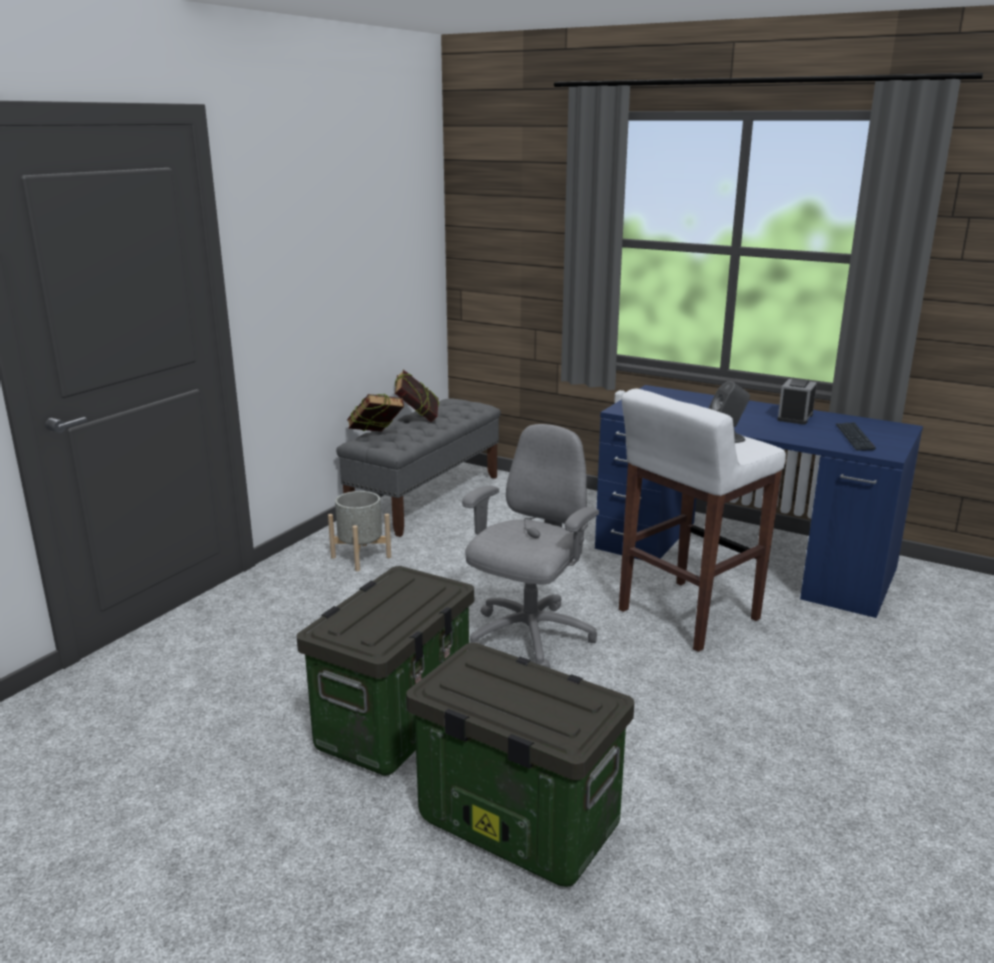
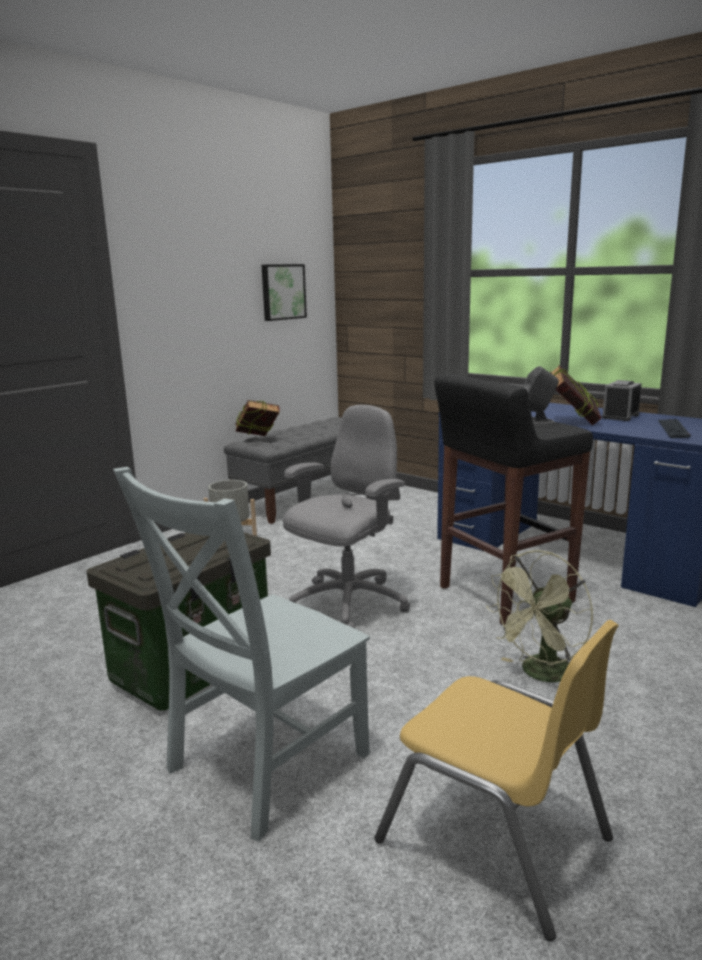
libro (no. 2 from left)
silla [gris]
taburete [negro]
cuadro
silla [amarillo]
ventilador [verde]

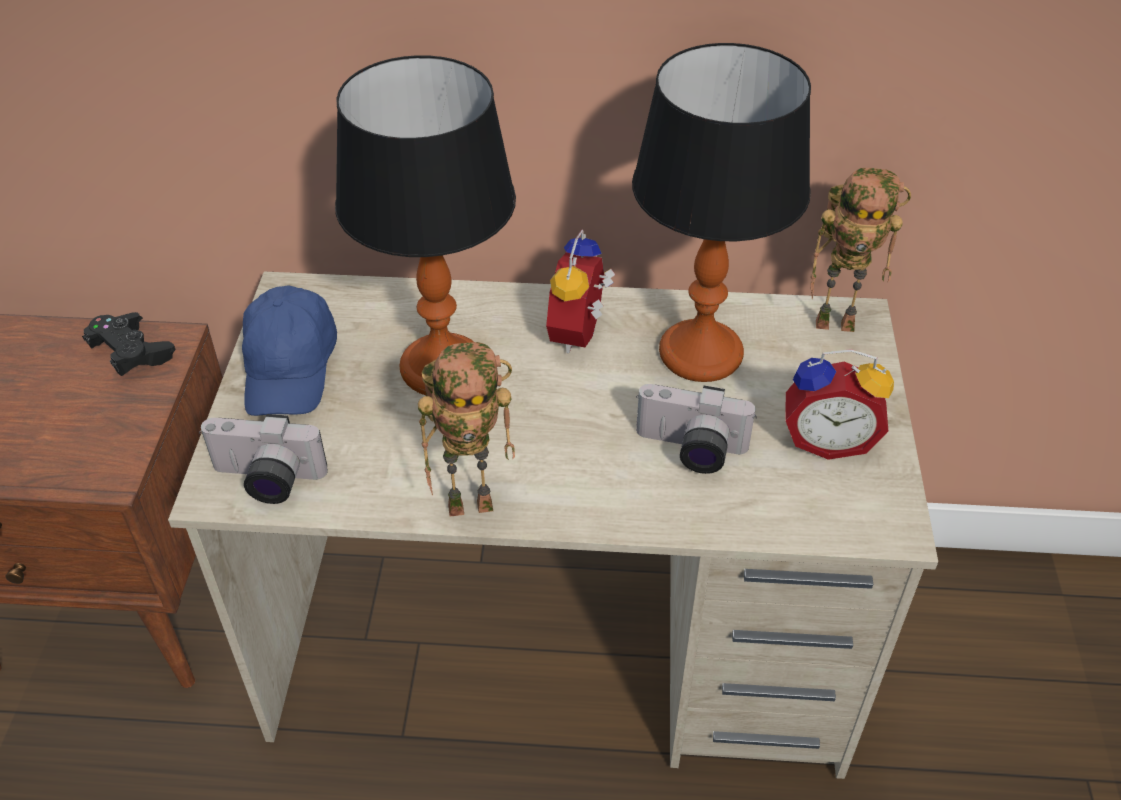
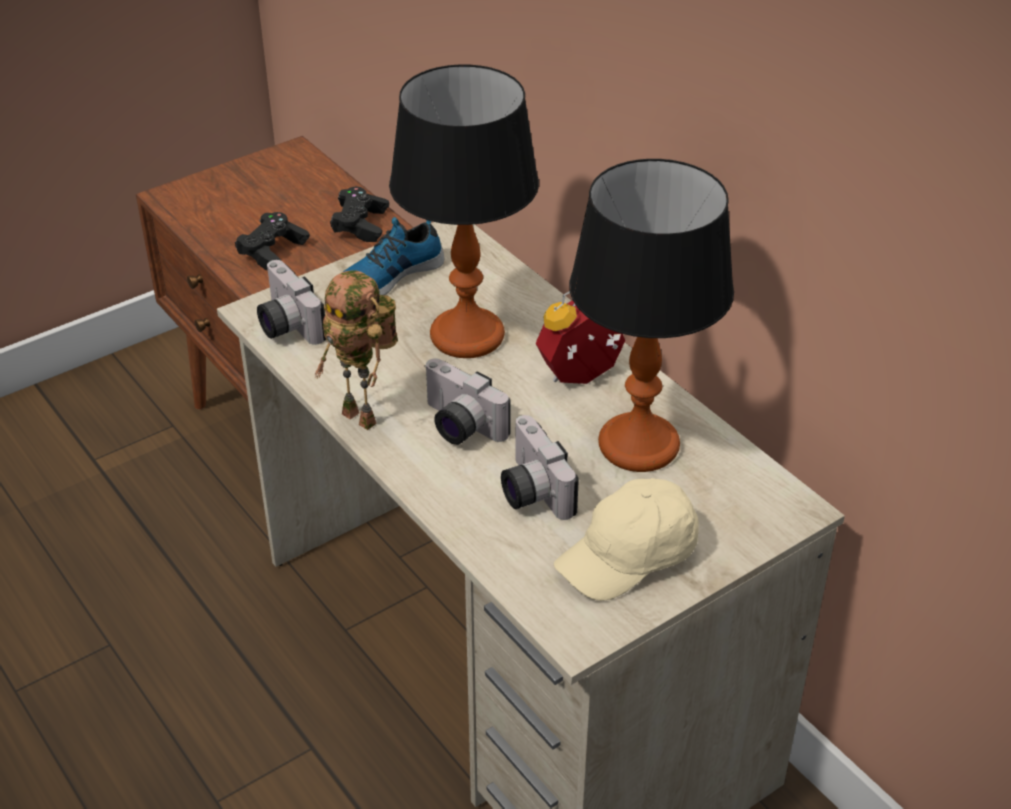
zapato
gorra [beis]
robot de juguete (no. 2 from left in the first image)
mando de consola [negro] (no. 1 from left)
cámara (no. 2 from left)

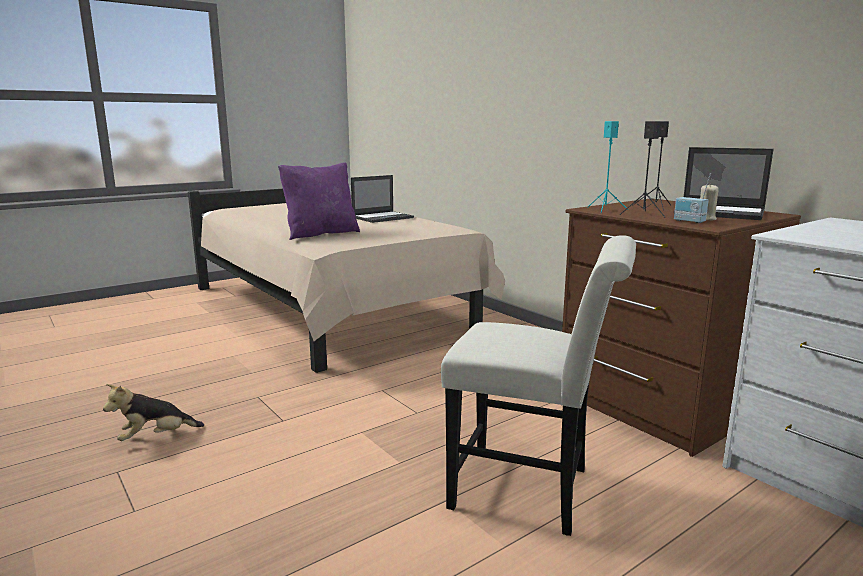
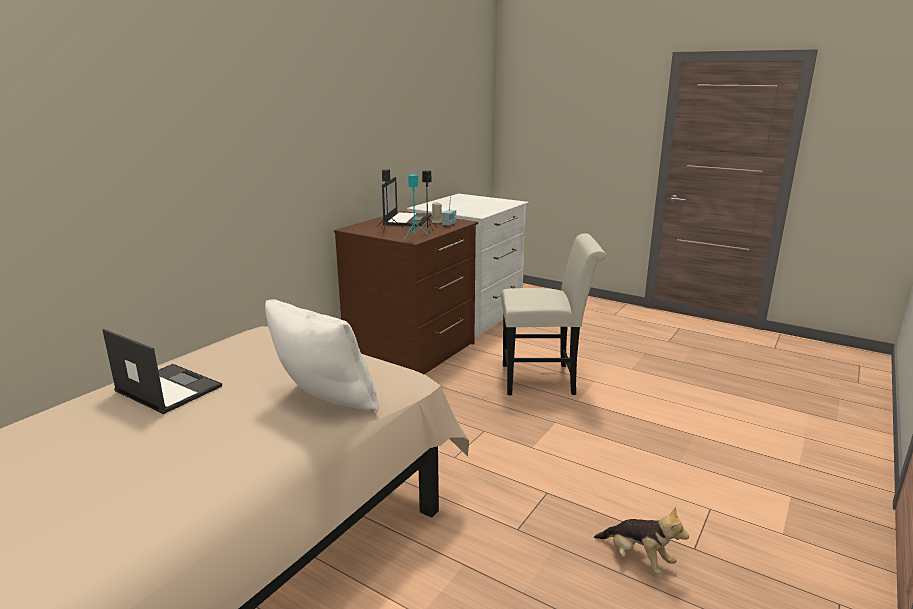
cojín [blanco]
silla [blanco]

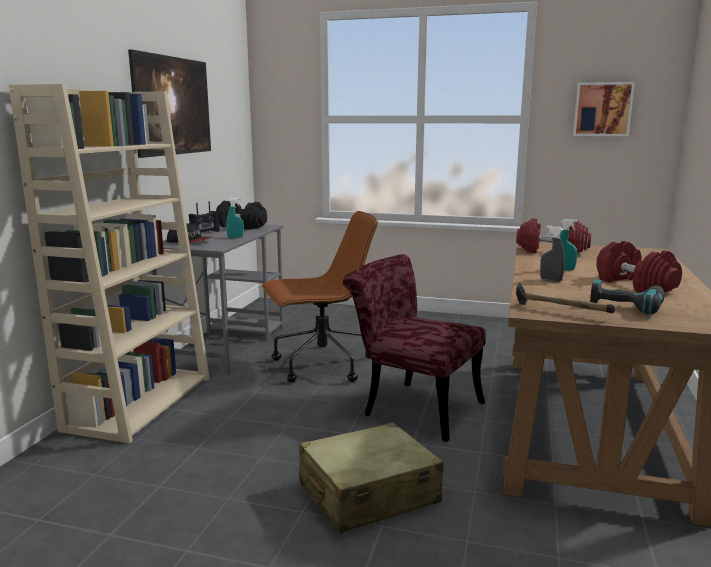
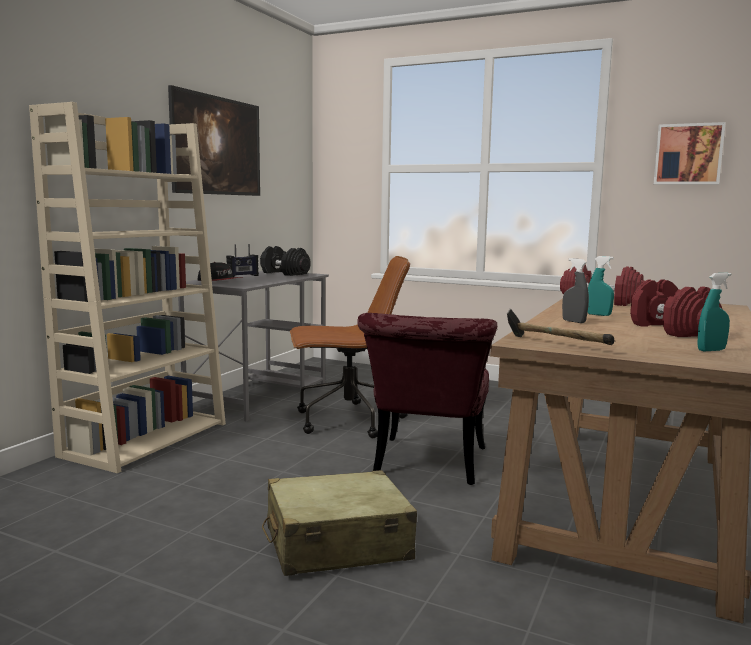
pulverizador [turquesa] (no. 2 from left)
silla [rojo]
taladro

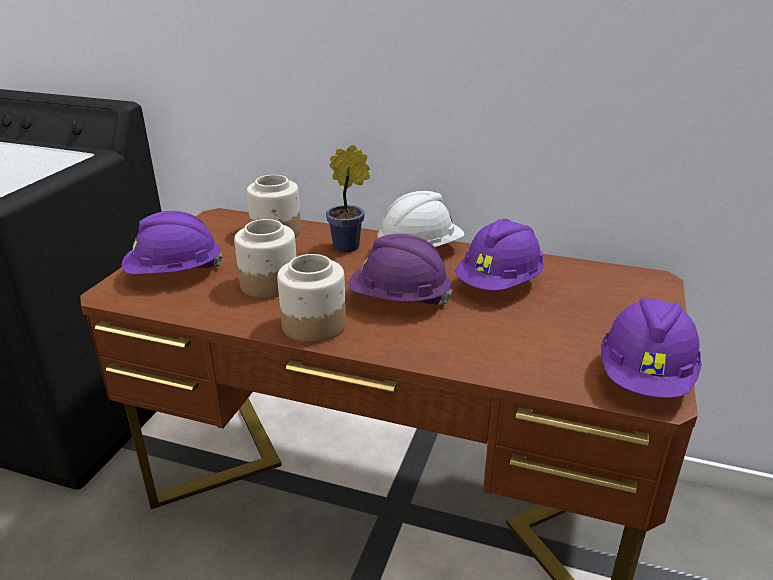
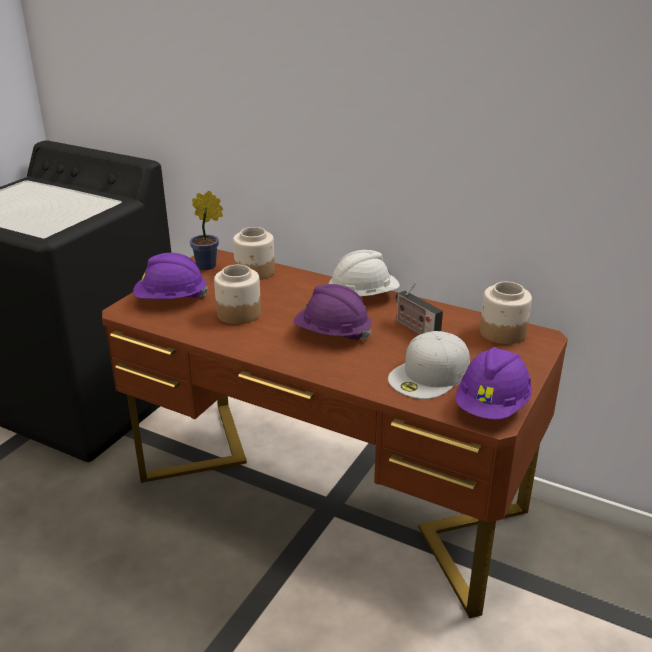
tarro (no. 3 from left)
planta en maceta
radio
gorra [blanco]

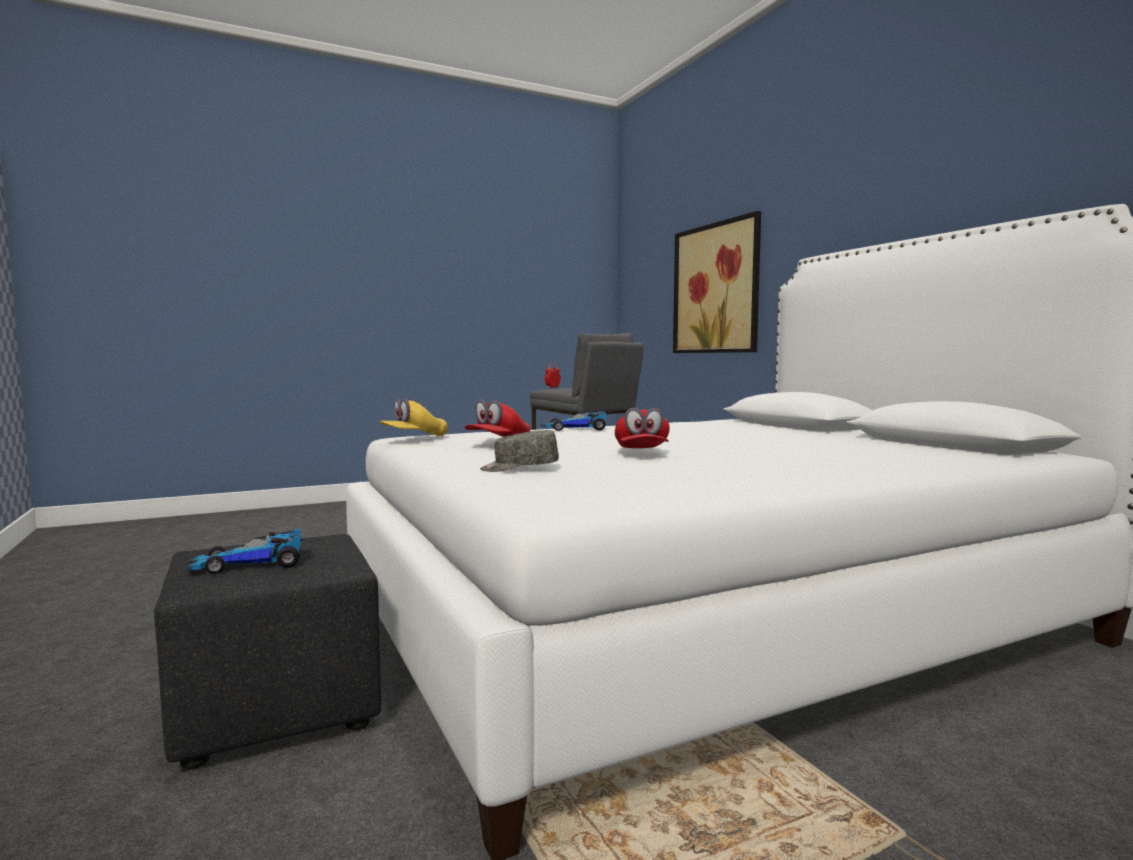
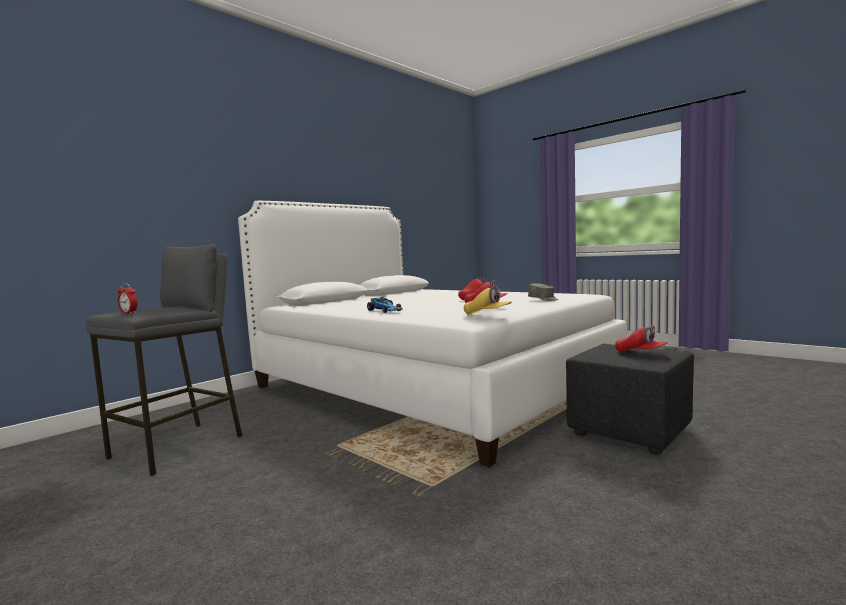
gorra [rojo] (no. 3 from left)
cuadro

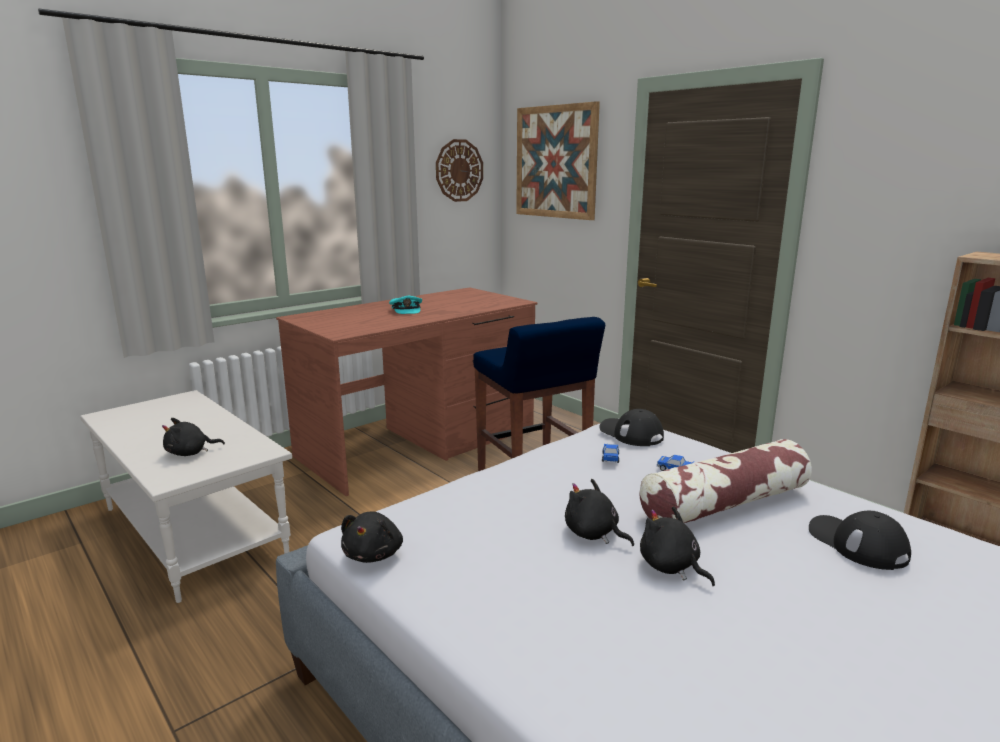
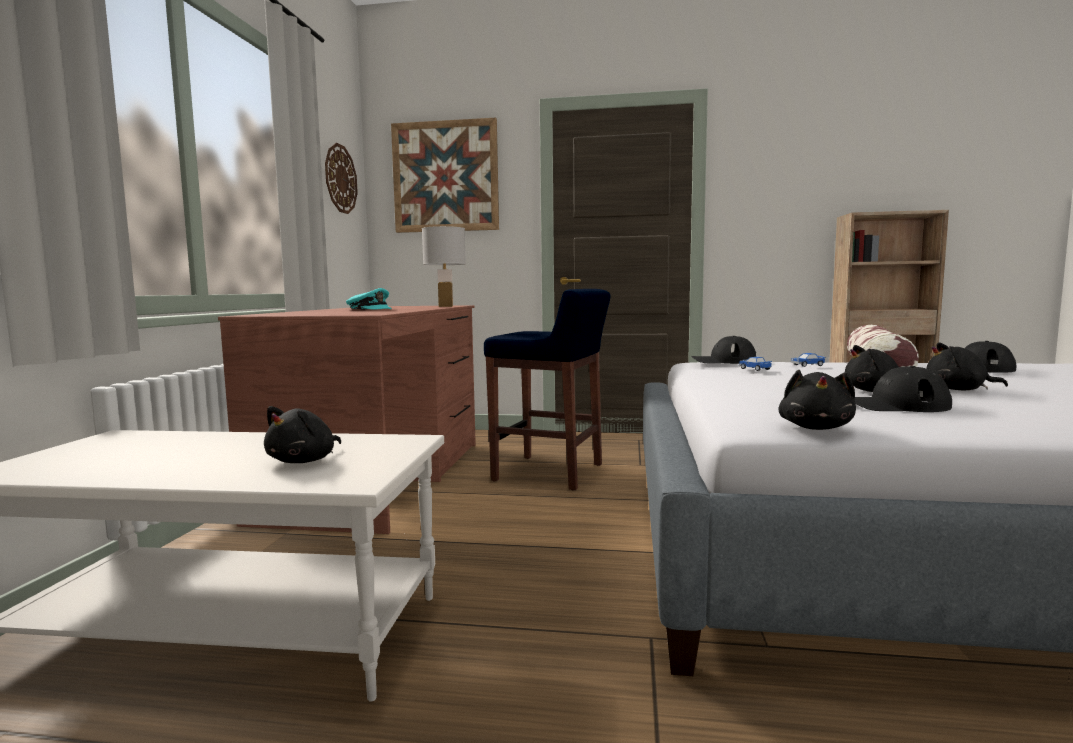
peluche [negro] (no. 2 from left)
lámpara de mesa [blanco]
gorra [negro] (no. 2 from left)

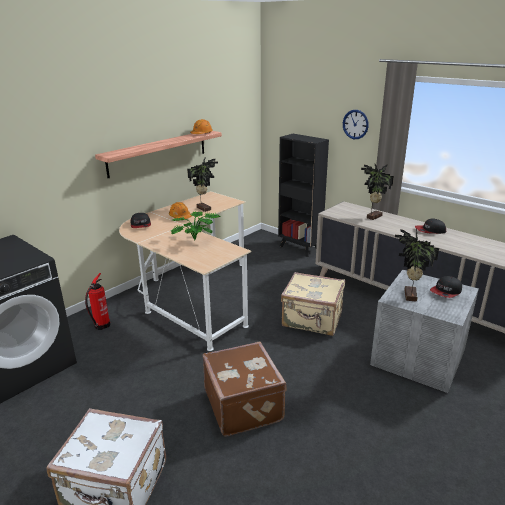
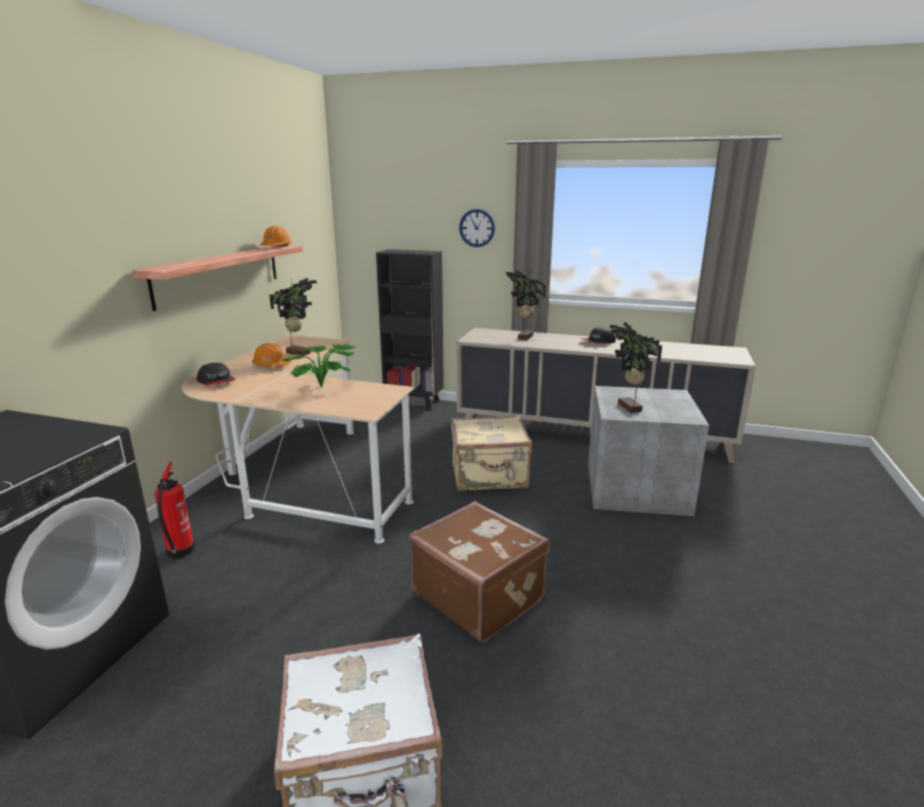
gorra (no. 3 from left in the first image)

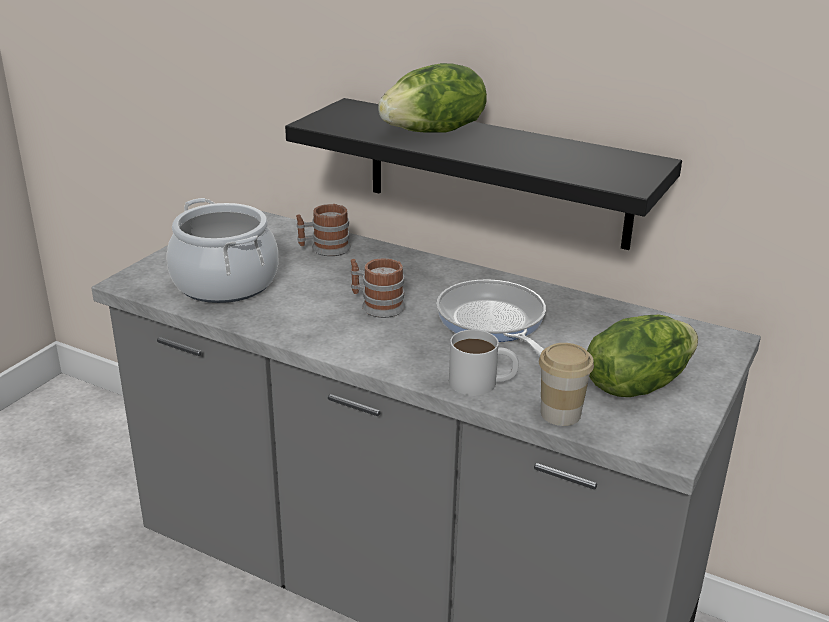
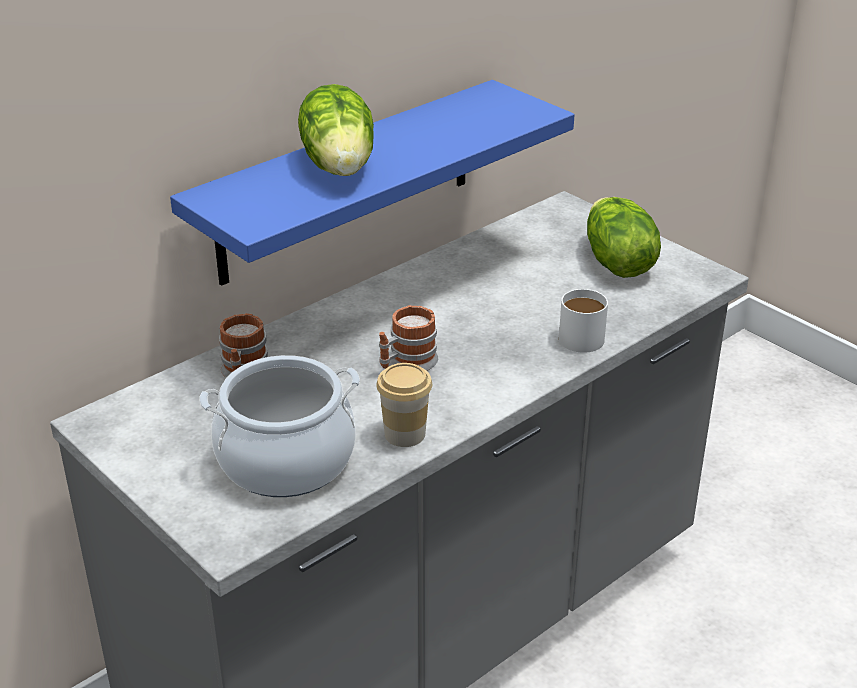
estante [azul]
sartén
taza

